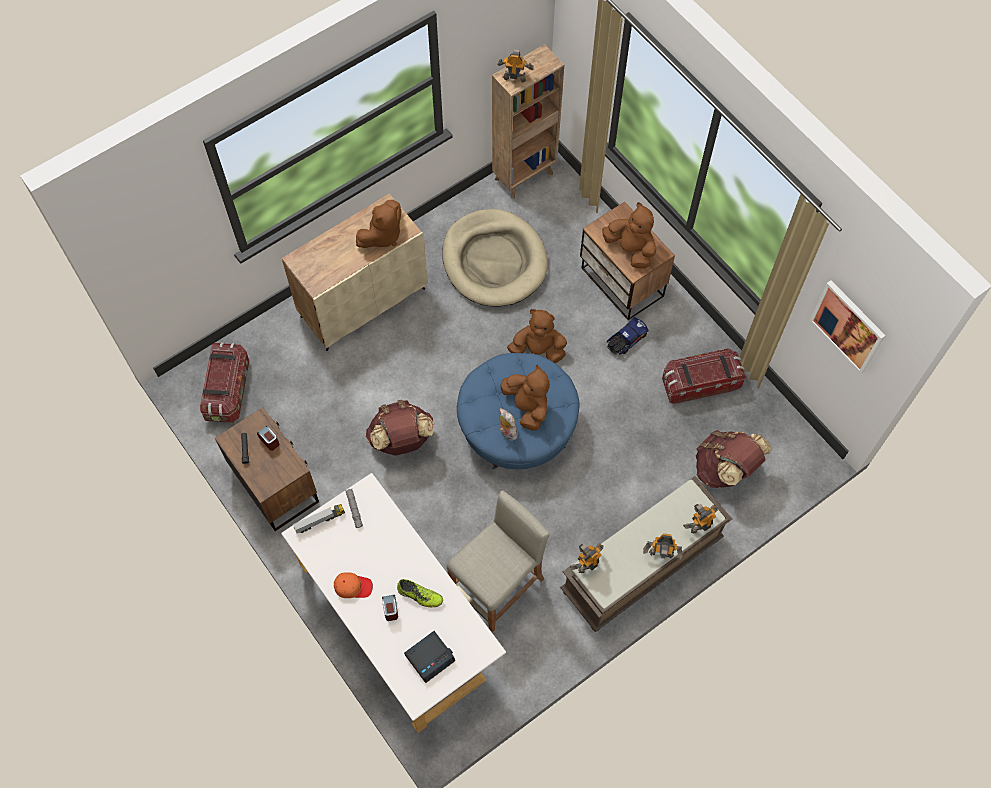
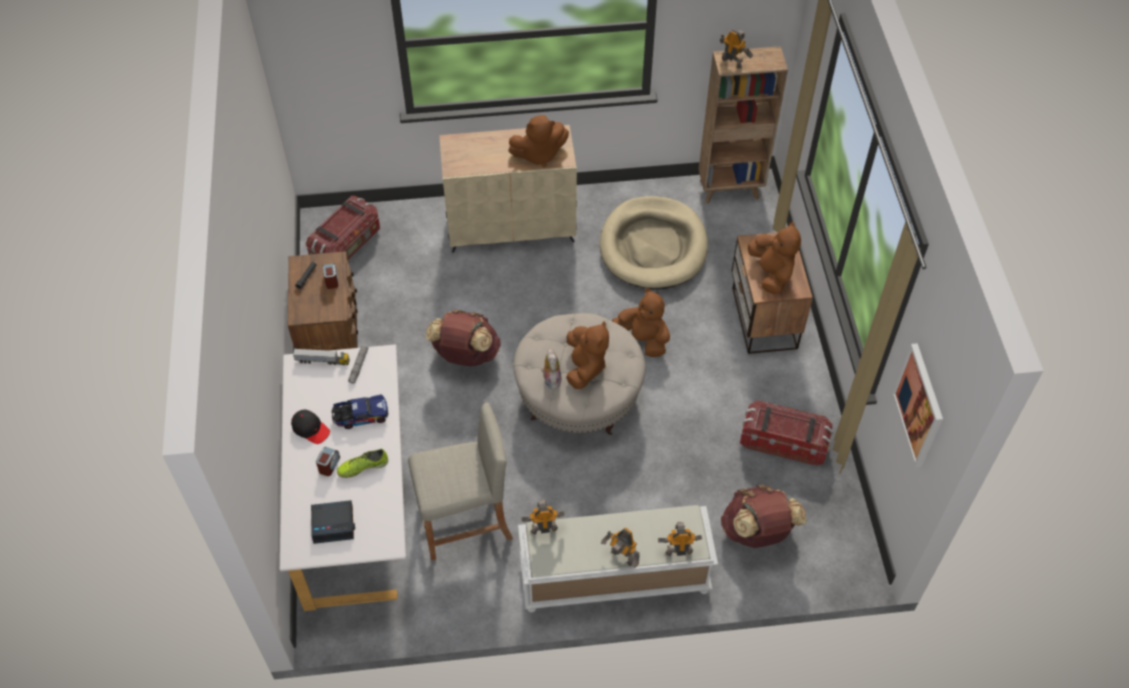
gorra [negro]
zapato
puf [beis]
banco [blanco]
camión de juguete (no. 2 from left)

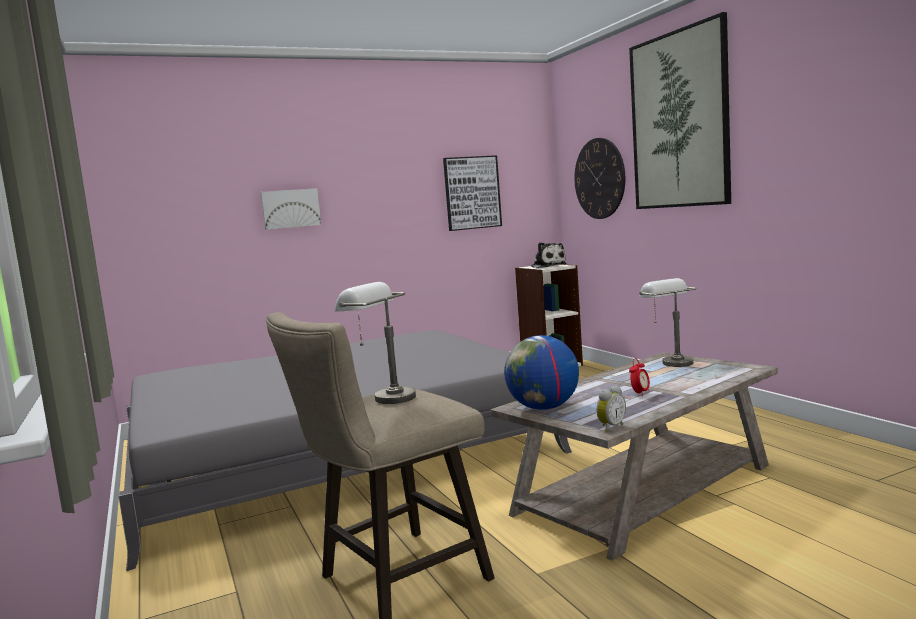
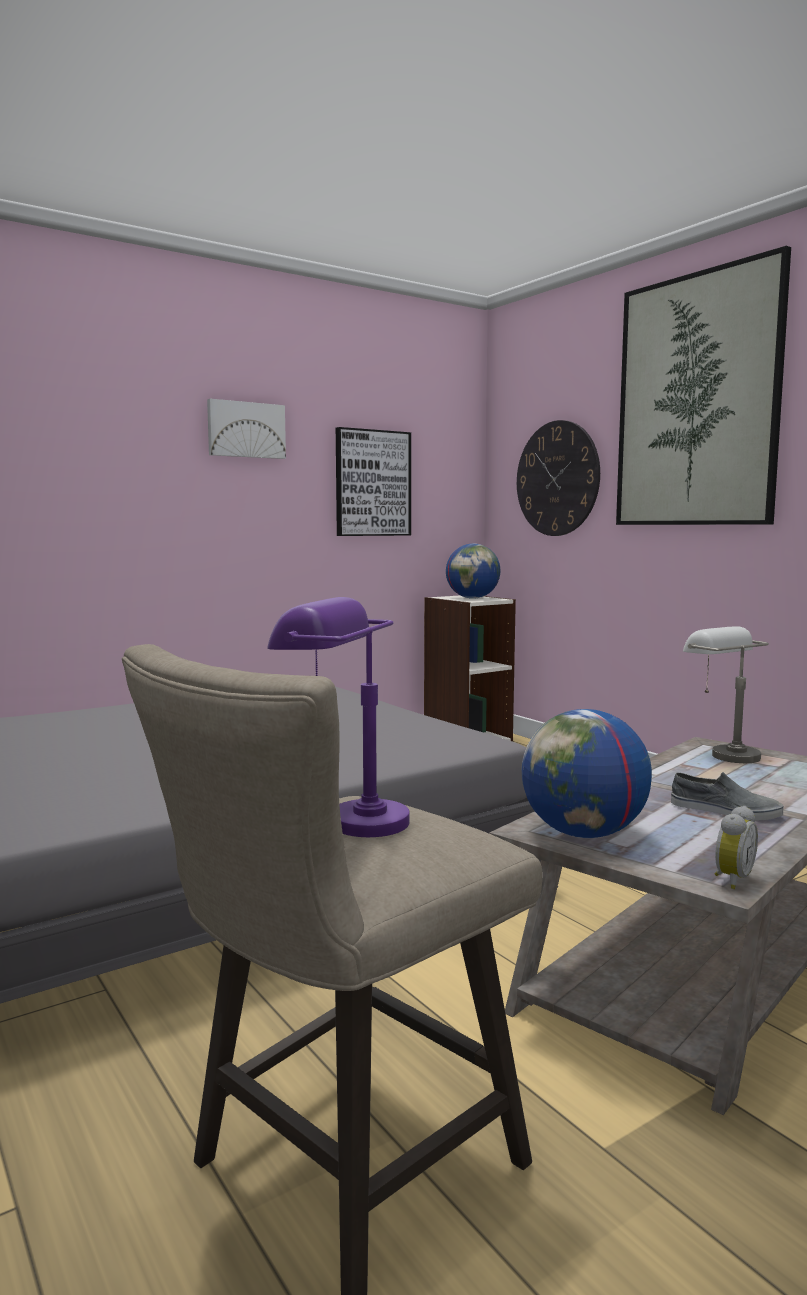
cuadro (no. 1 from left)
lámpara de mesa [morado]
globo terráqueo (no. 1 from left)
zapato [gris]

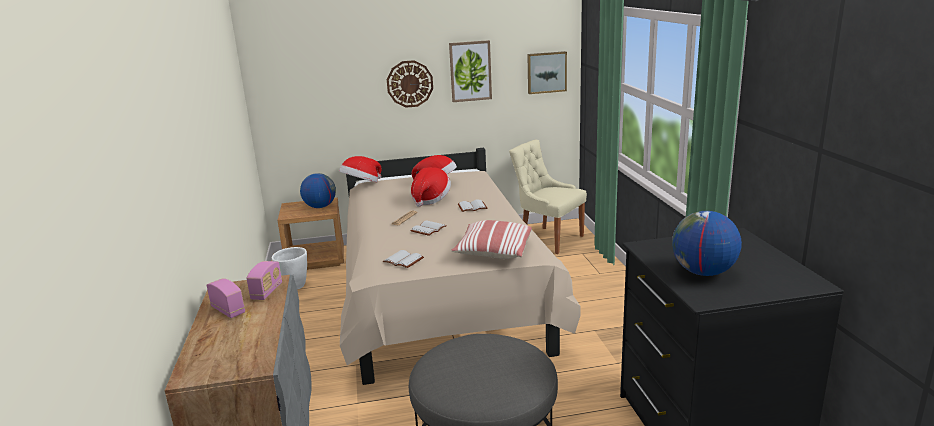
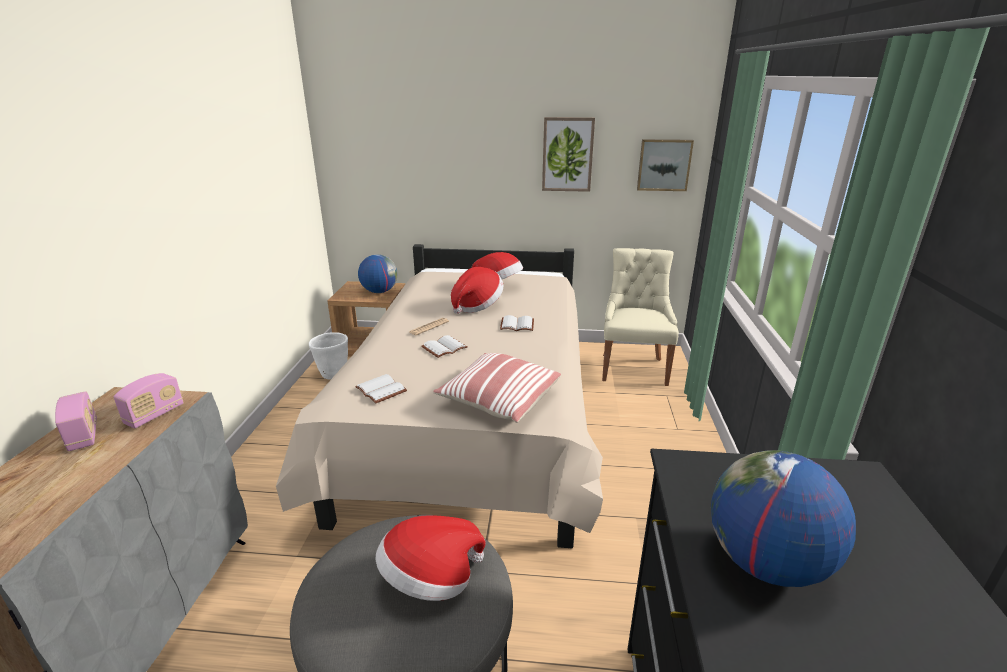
sombrero (no. 1 from left)
reloj de pared
silla [beis]

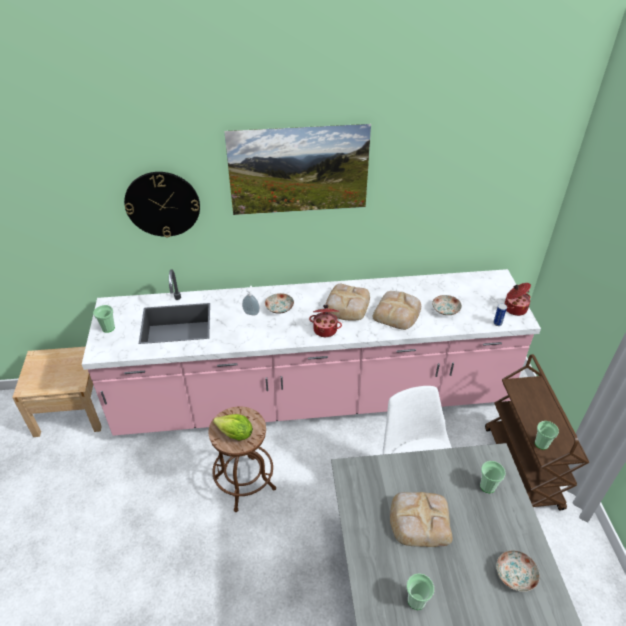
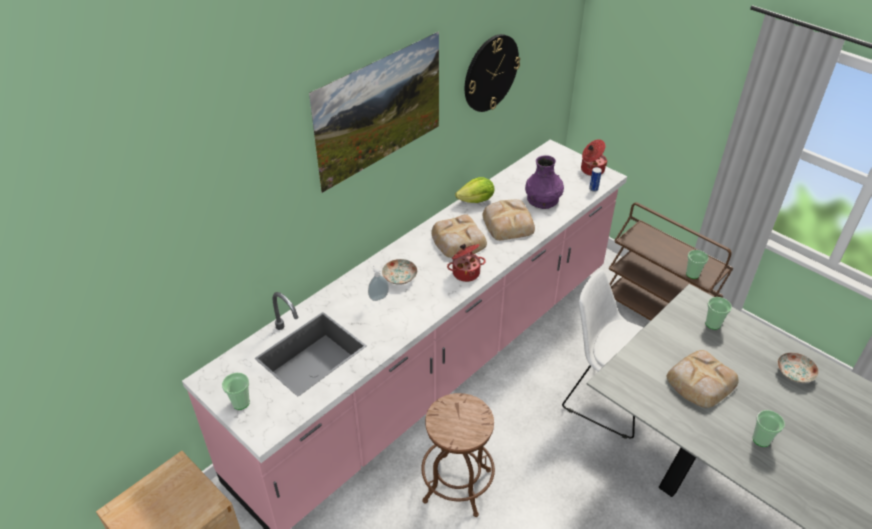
reloj de pared
lechuga
florero [morado]

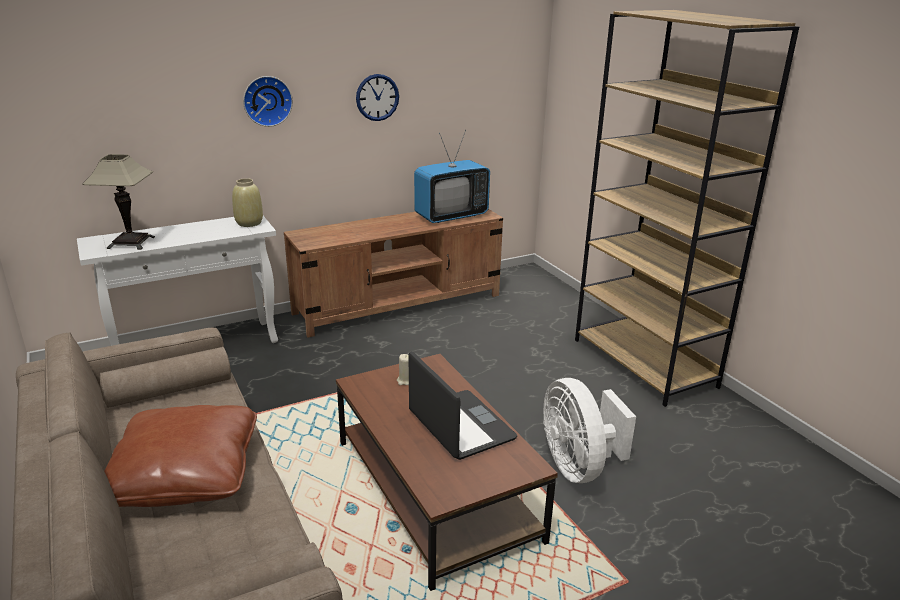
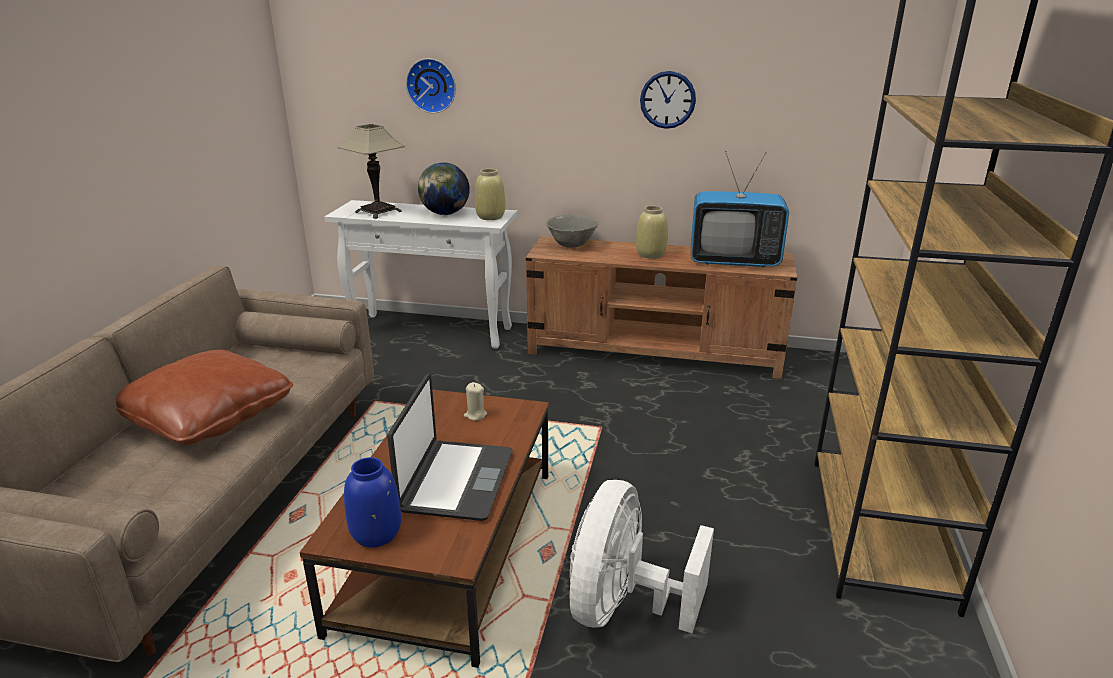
reloj de pared (no. 1 from left)
florero [azul]
globo terráqueo
cuenco [gris]
florero [beis] (no. 2 from left)

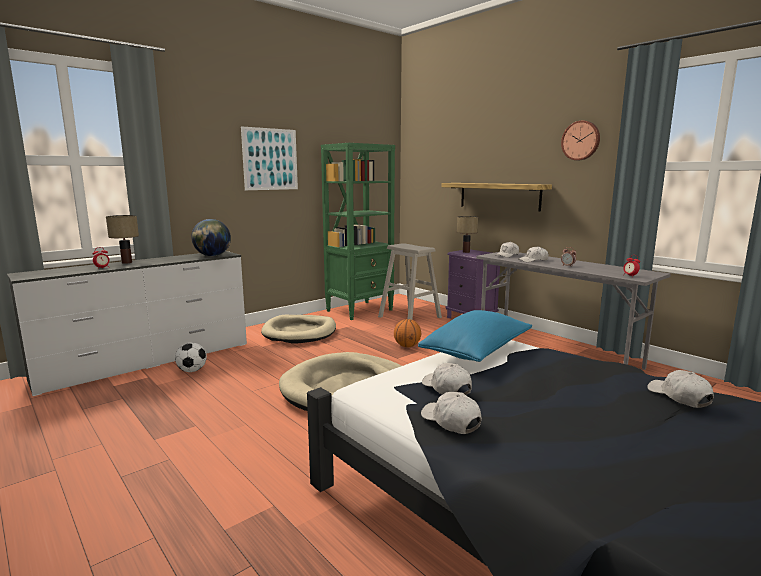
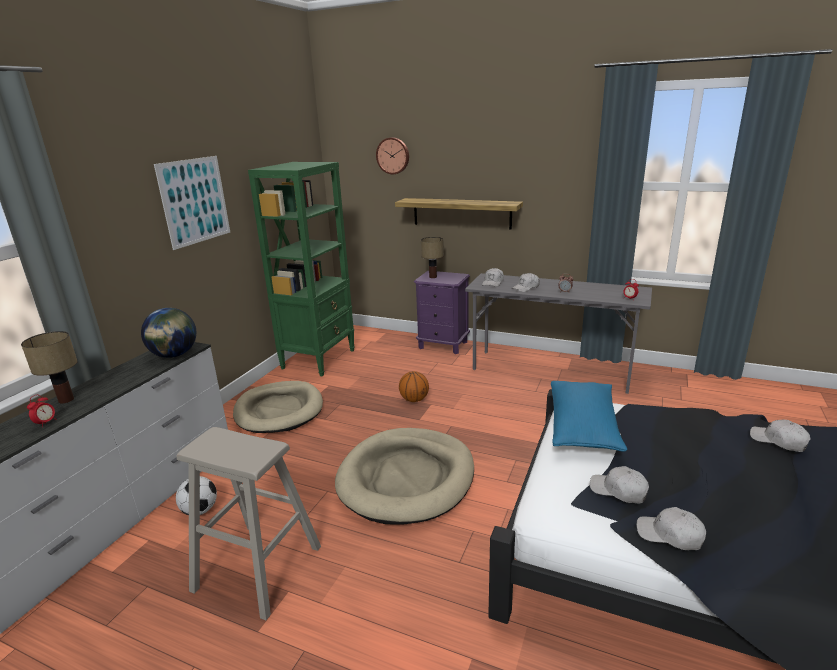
taburete [beis]
reloj de pared

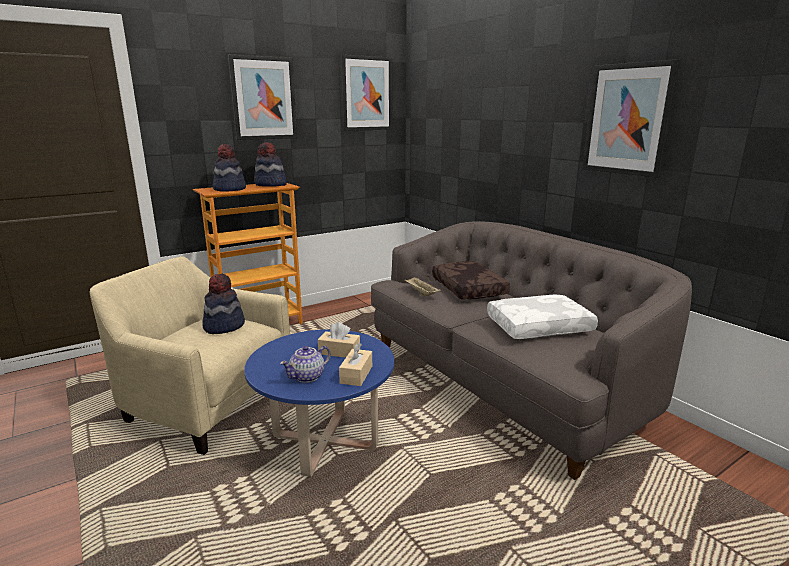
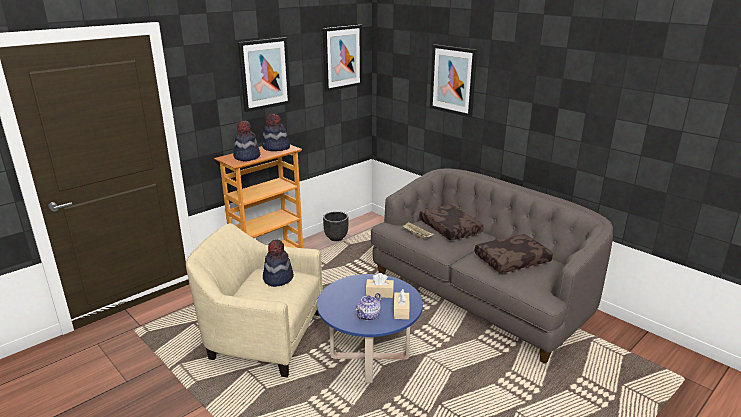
cojín [marrón] (no. 2 from left)
cuadro (no. 3 from left)
maceta [negro]

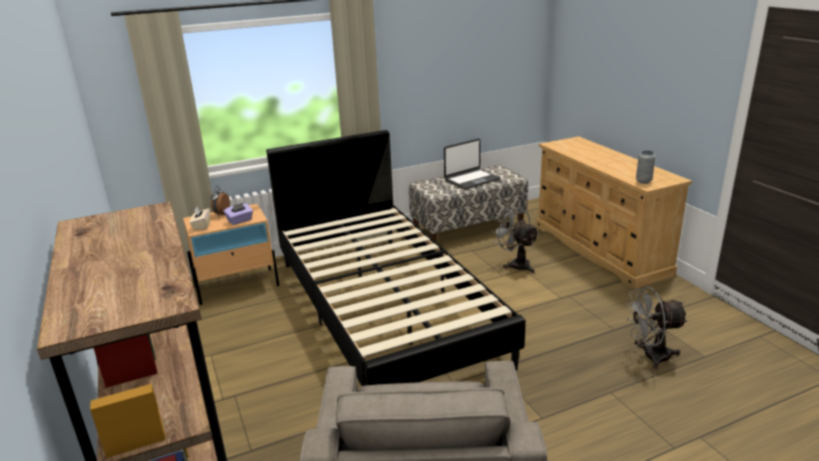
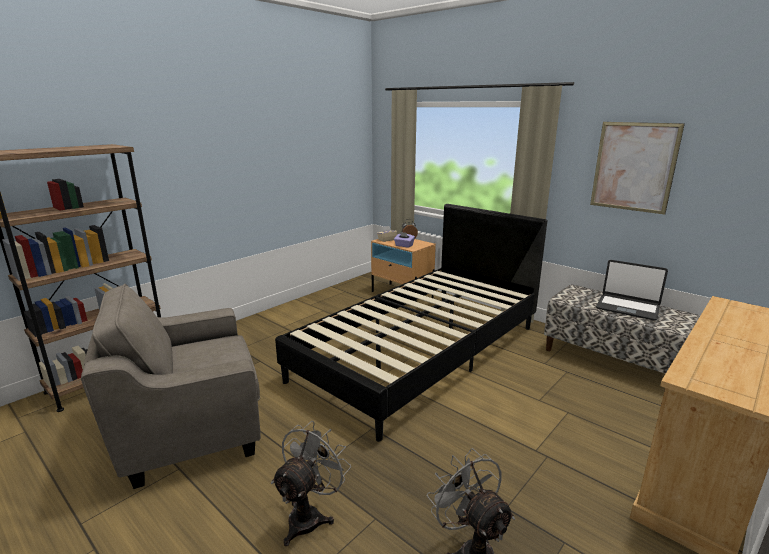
ventilador [gris] (no. 1 from left)
florero [gris]
cuadro

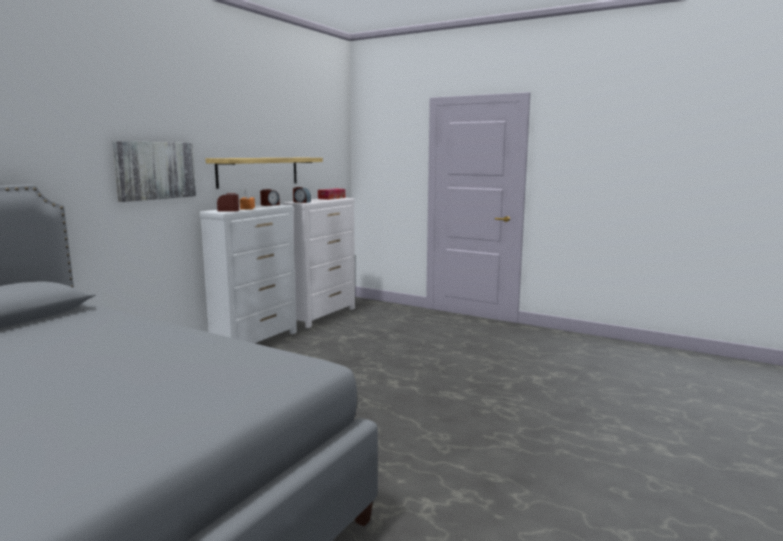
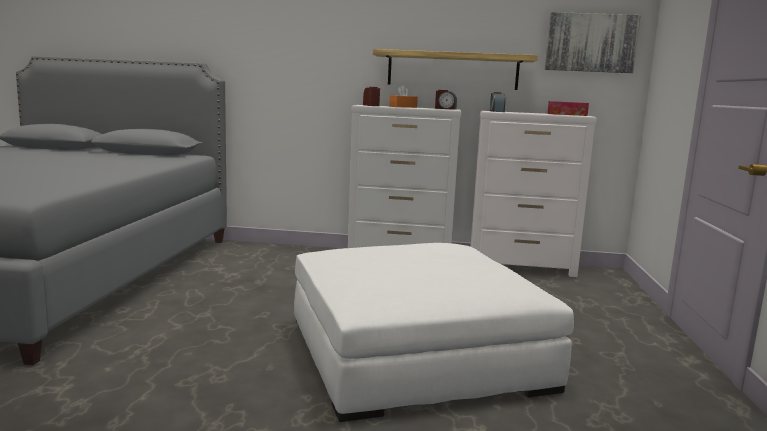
cuadro
puf [blanco]

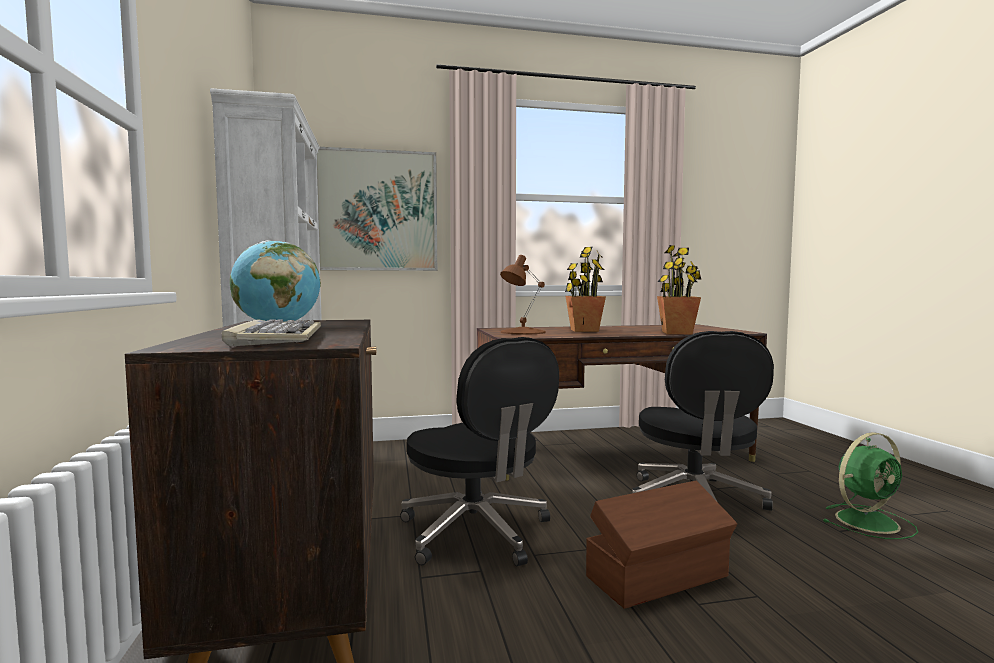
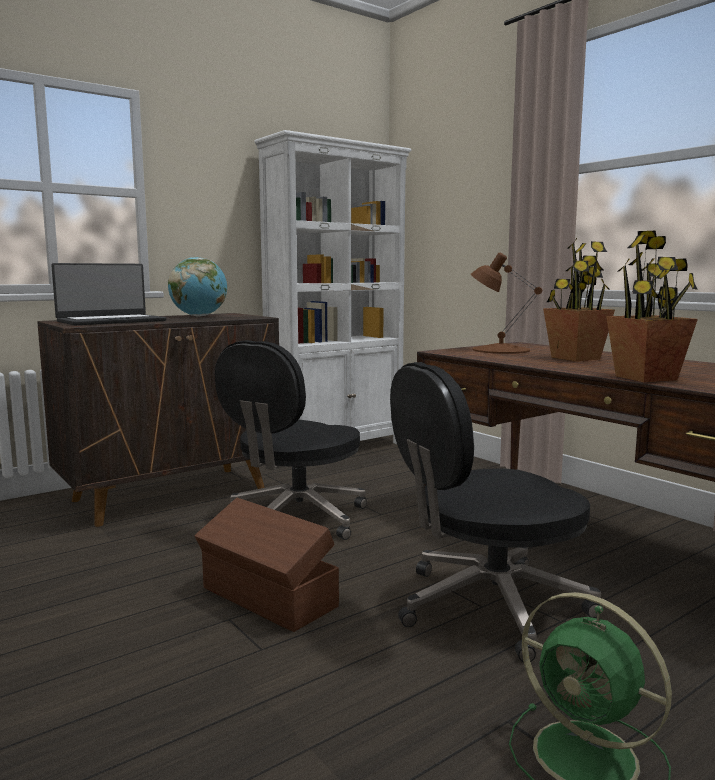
portátil
cuadro

